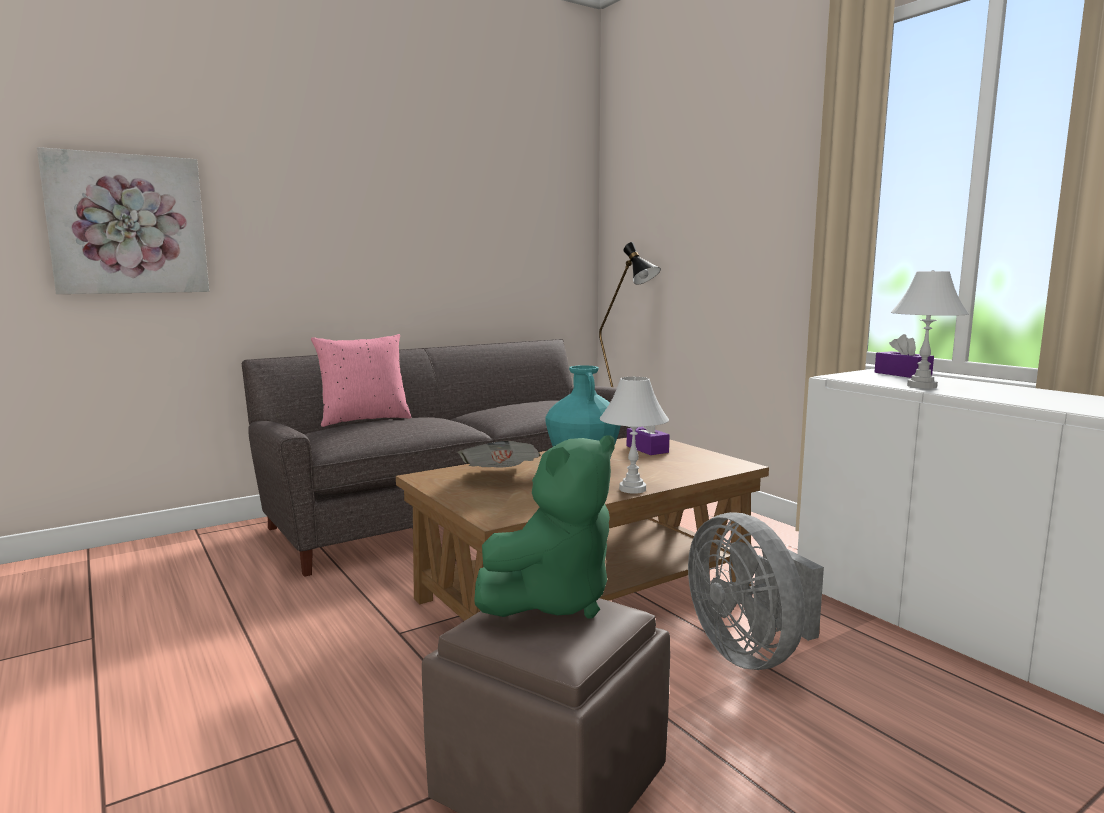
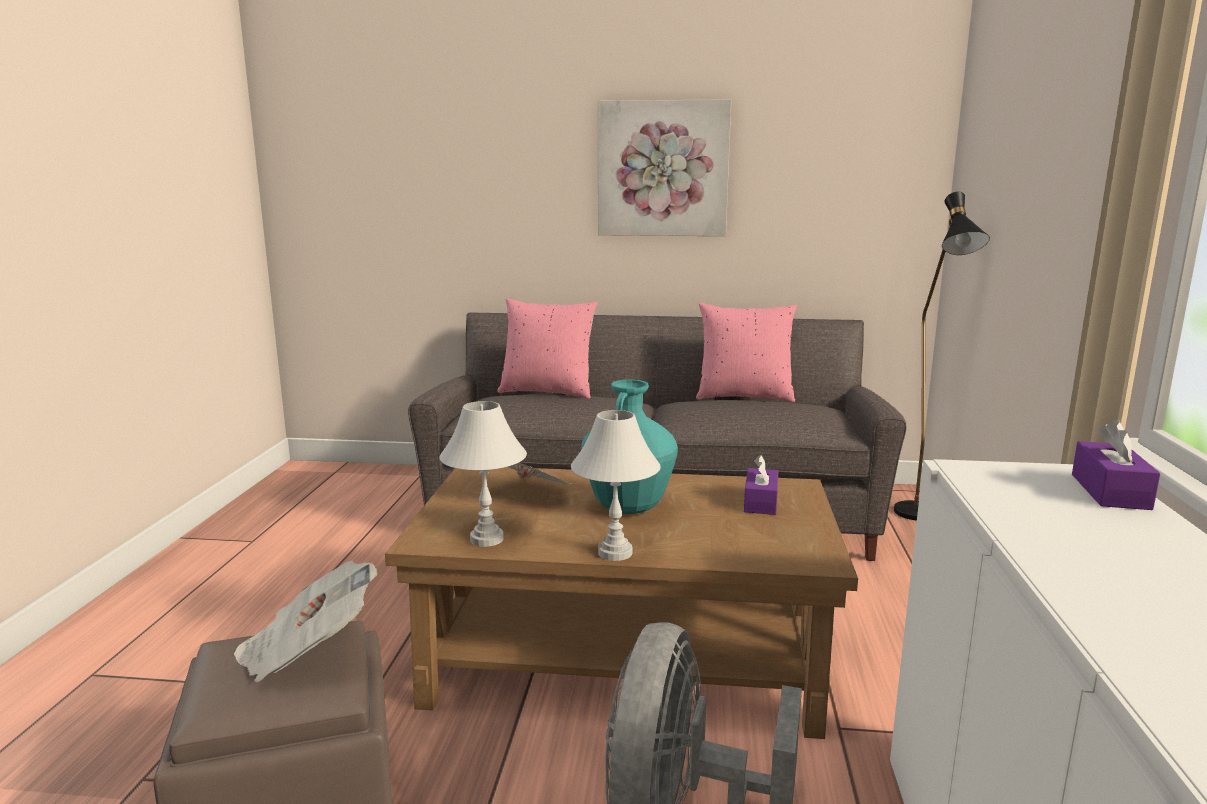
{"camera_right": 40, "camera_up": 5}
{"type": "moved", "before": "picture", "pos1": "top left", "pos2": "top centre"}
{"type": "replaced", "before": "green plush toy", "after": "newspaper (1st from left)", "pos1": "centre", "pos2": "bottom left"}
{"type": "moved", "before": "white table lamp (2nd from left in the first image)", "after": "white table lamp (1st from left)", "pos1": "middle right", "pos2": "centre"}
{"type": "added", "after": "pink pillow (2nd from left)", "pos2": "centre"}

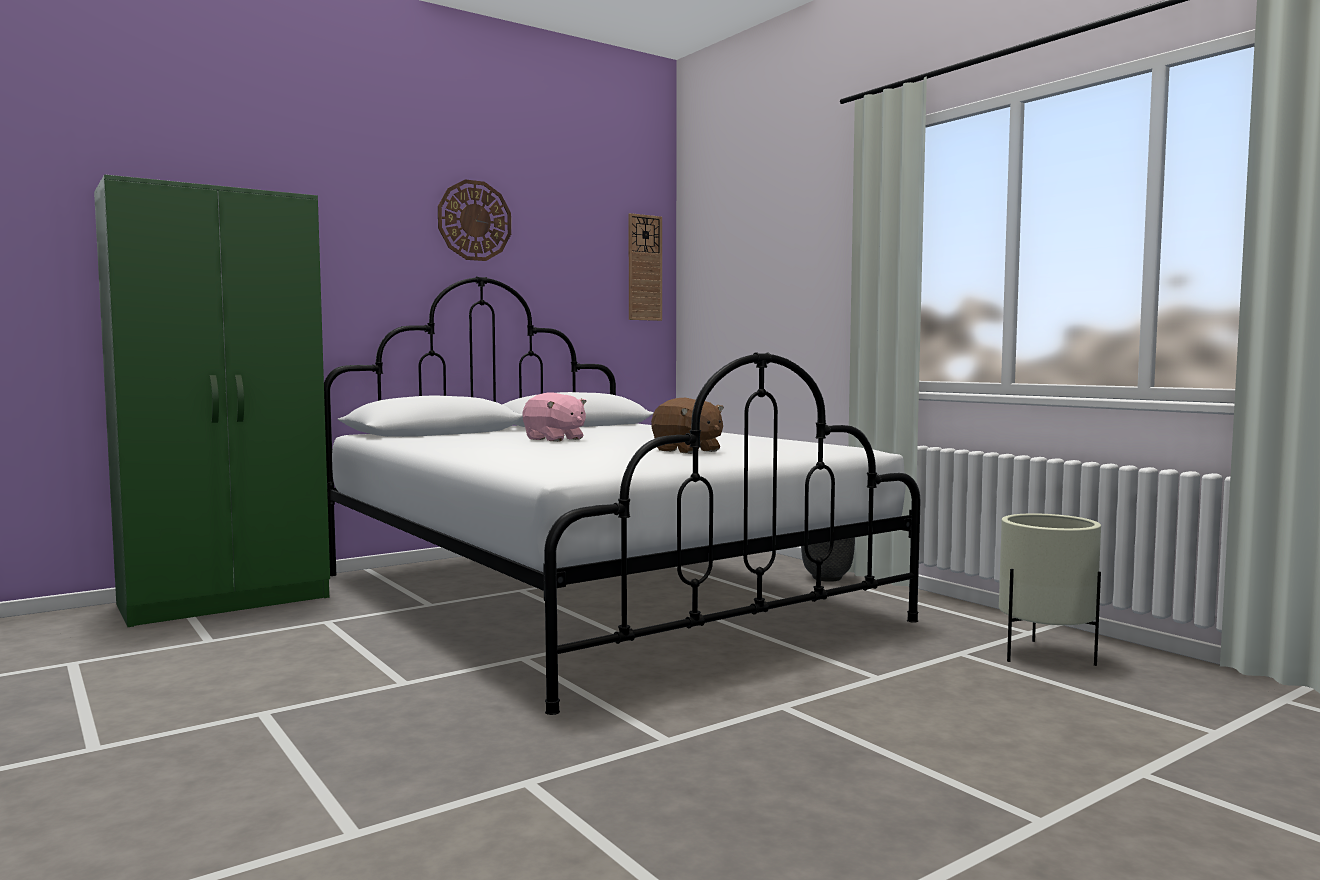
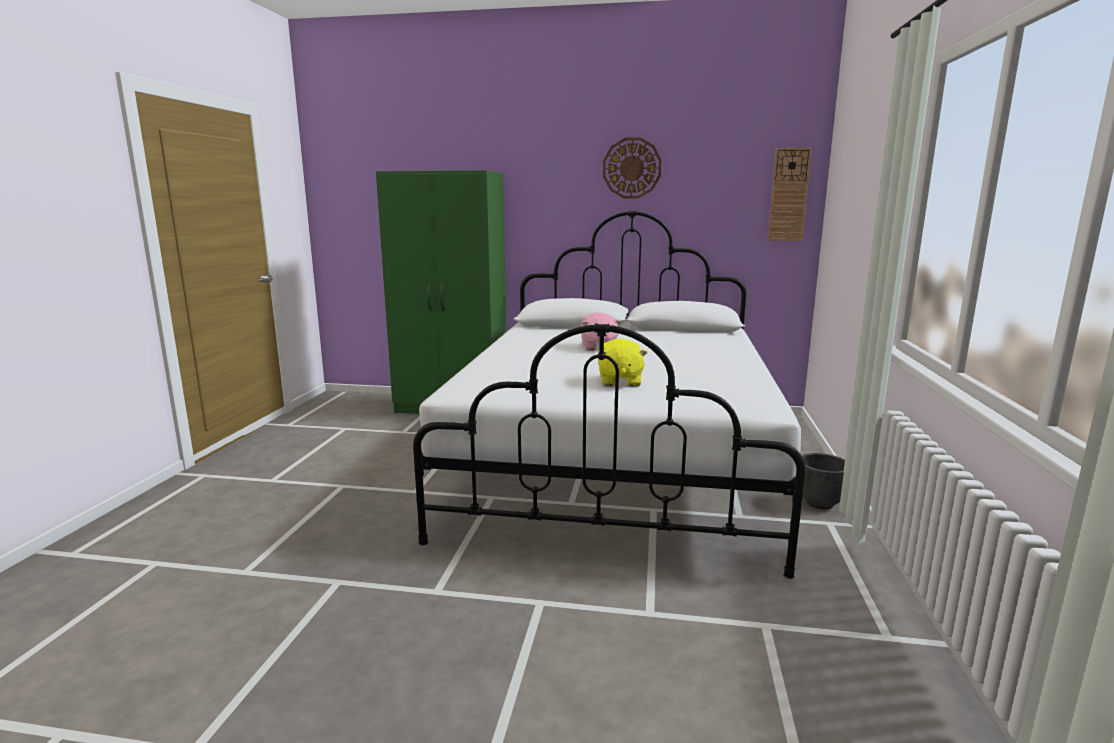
{"camera_right": 45, "camera_up": 10}
{"type": "recoloured", "before": "brown plush toy", "after": "yellow plush toy", "pos1": "centre", "pos2": "centre"}
{"type": "removed", "before": "beige planter", "pos1": "bottom right"}

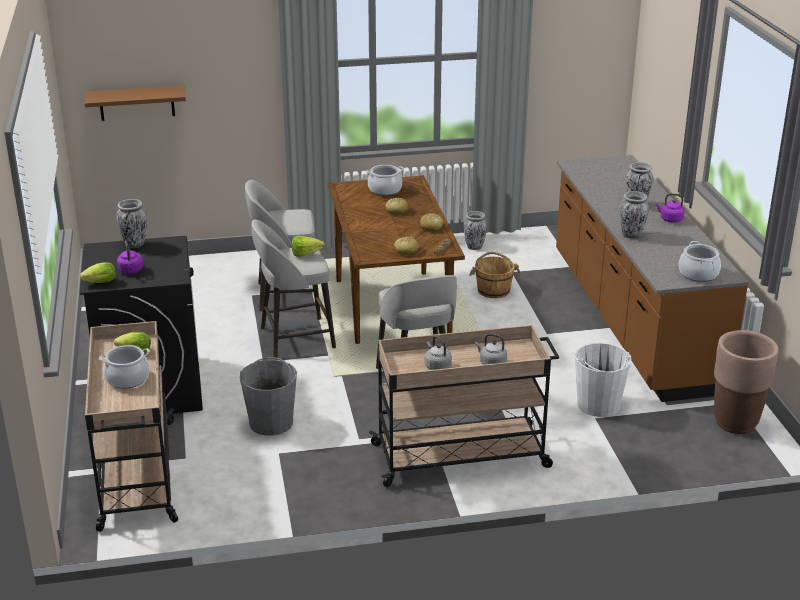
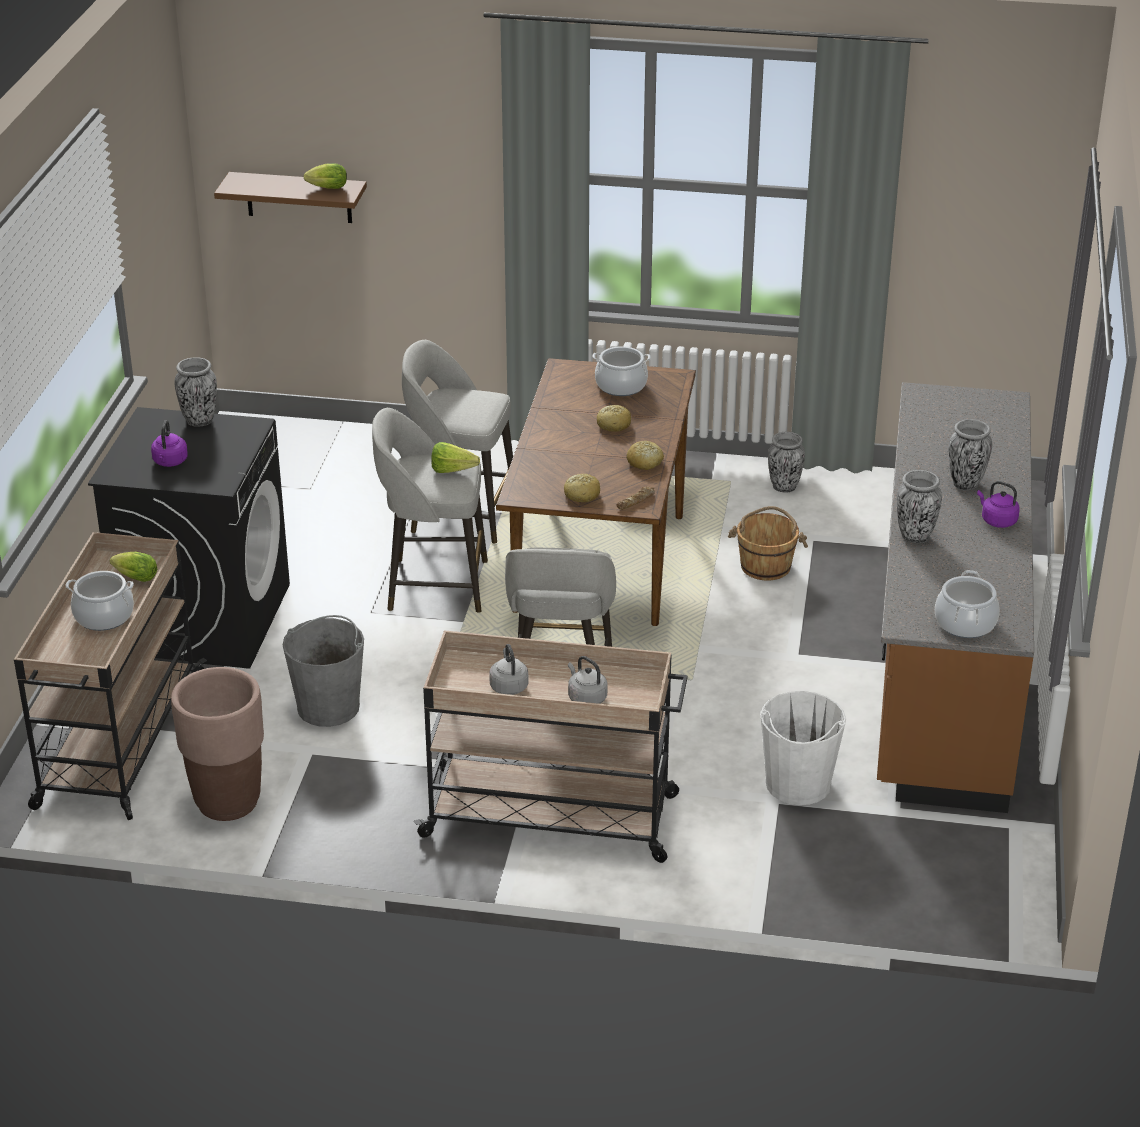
{"camera_right": 20, "camera_up": 5}
{"type": "moved", "before": "lettuce (1st from left in the first image)", "after": "lettuce (2nd from left)", "pos1": "middle left", "pos2": "top left"}
{"type": "moved", "before": "brown planter", "pos1": "middle right", "pos2": "middle left"}

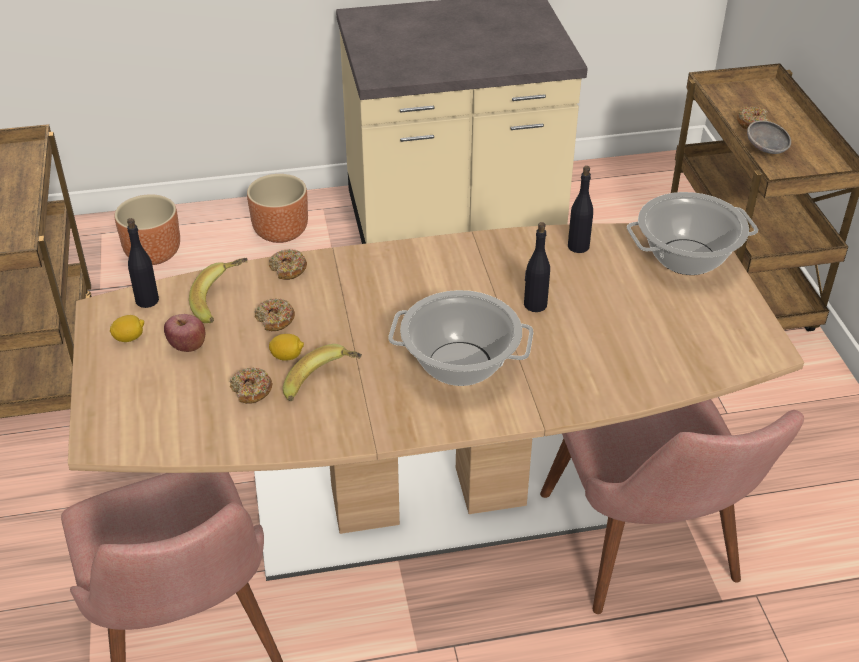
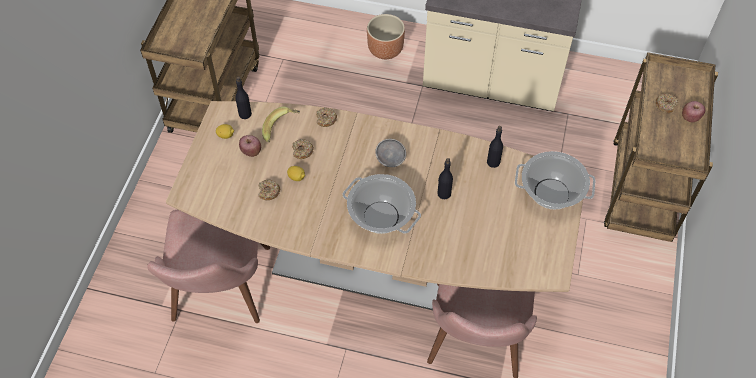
{"camera_right": 25, "camera_up": 15}
{"type": "removed", "before": "brown planter (1st from left)", "pos1": "middle left"}
{"type": "removed", "before": "banana (2nd from left)", "pos1": "centre"}
{"type": "moved", "before": "grey bowl", "pos1": "top right", "pos2": "centre"}
{"type": "added", "after": "apple (2nd from left)", "pos2": "top right"}

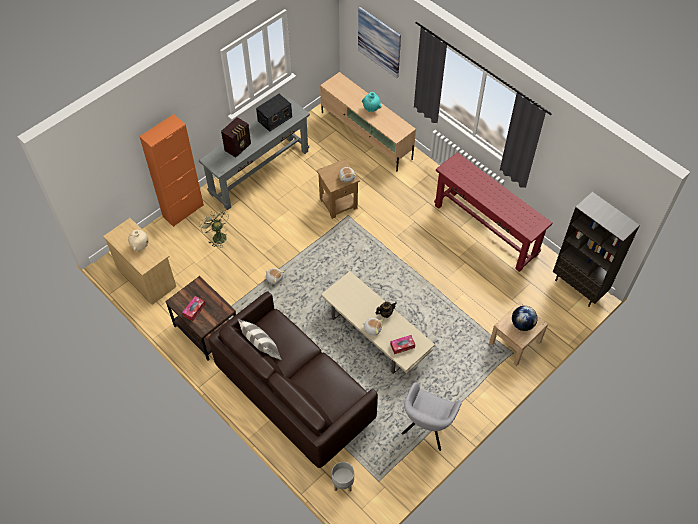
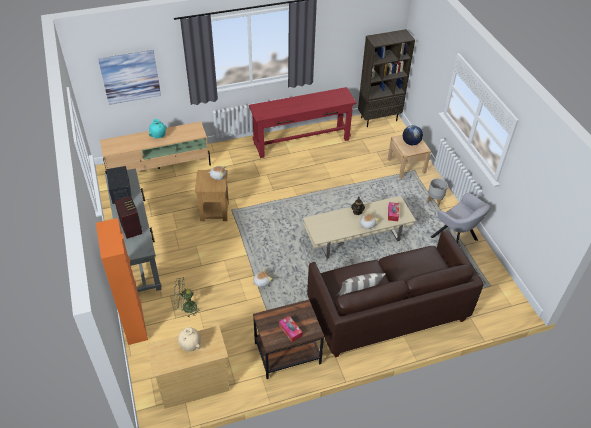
{"camera_right": -65, "camera_up": -10}
{"type": "moved", "before": "grey planter", "pos1": "bottom centre", "pos2": "middle right"}

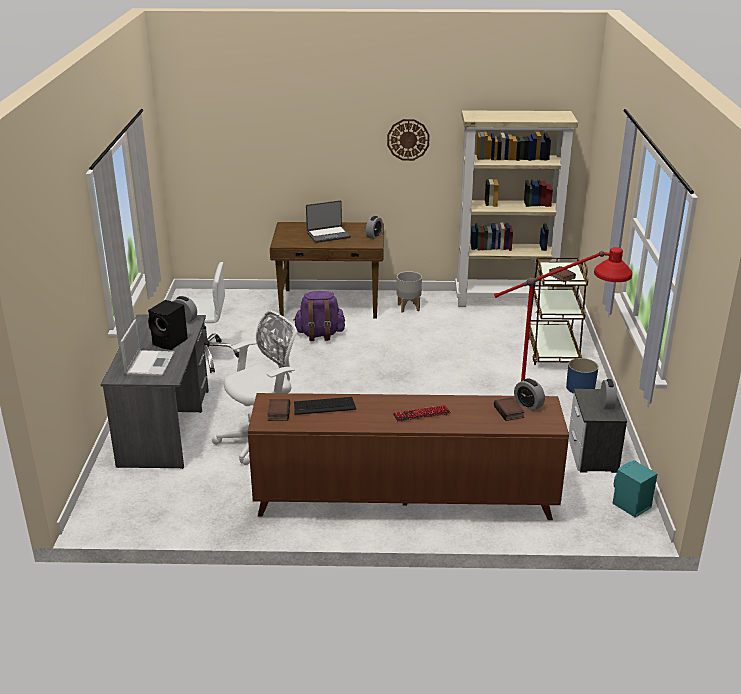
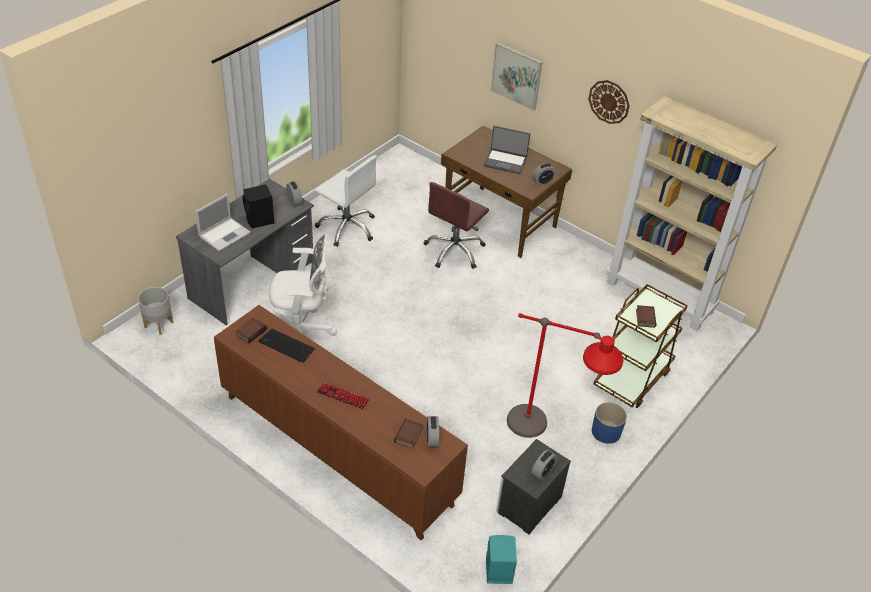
{"camera_right": 35, "camera_up": 15}
{"type": "replaced", "before": "purple backpack", "after": "brown office chair", "pos1": "centre", "pos2": "centre"}
{"type": "moved", "before": "grey planter", "pos1": "centre", "pos2": "middle left"}
{"type": "added", "after": "picture", "pos2": "top centre"}

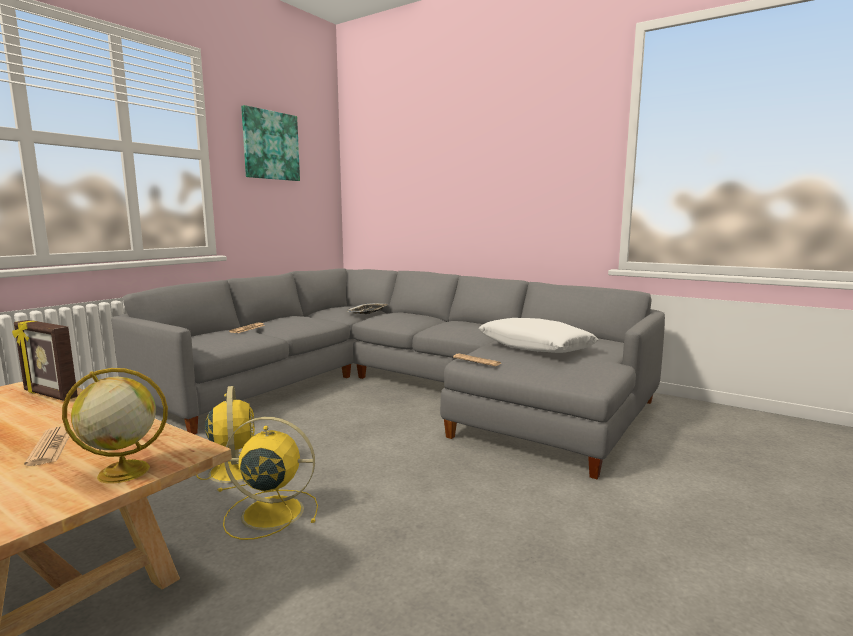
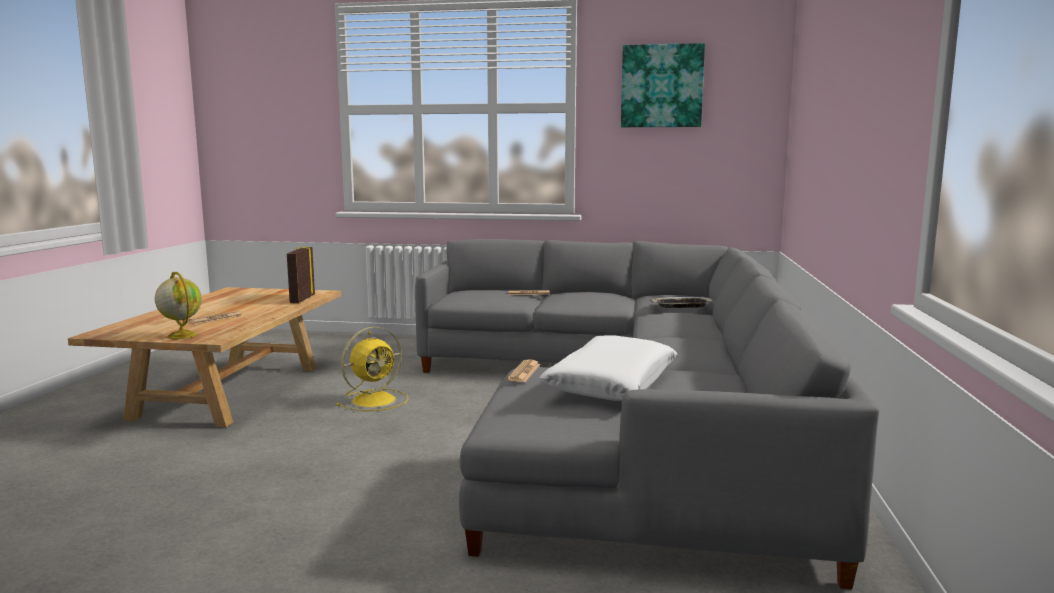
{"camera_right": 65, "camera_up": 0}
{"type": "removed", "before": "yellow fan (2nd from left)", "pos1": "bottom left"}

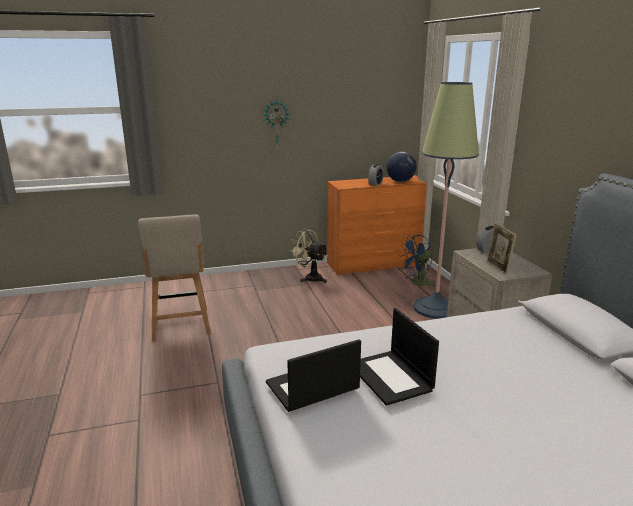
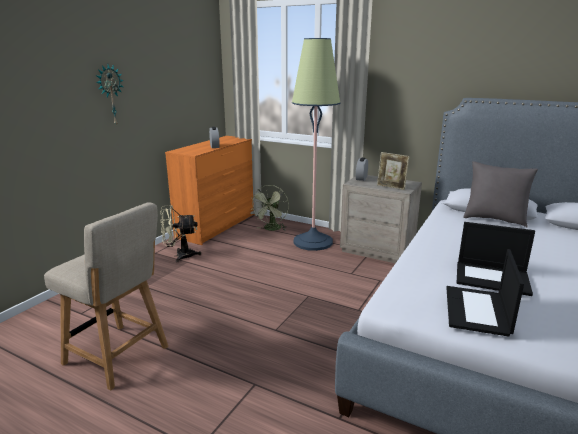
{"camera_right": -45, "camera_up": 0}
{"type": "removed", "before": "globe", "pos1": "top centre"}
{"type": "recoloured", "before": "blue fan", "after": "green fan", "pos1": "centre", "pos2": "centre"}
{"type": "added", "after": "grey pillow", "pos2": "middle right"}

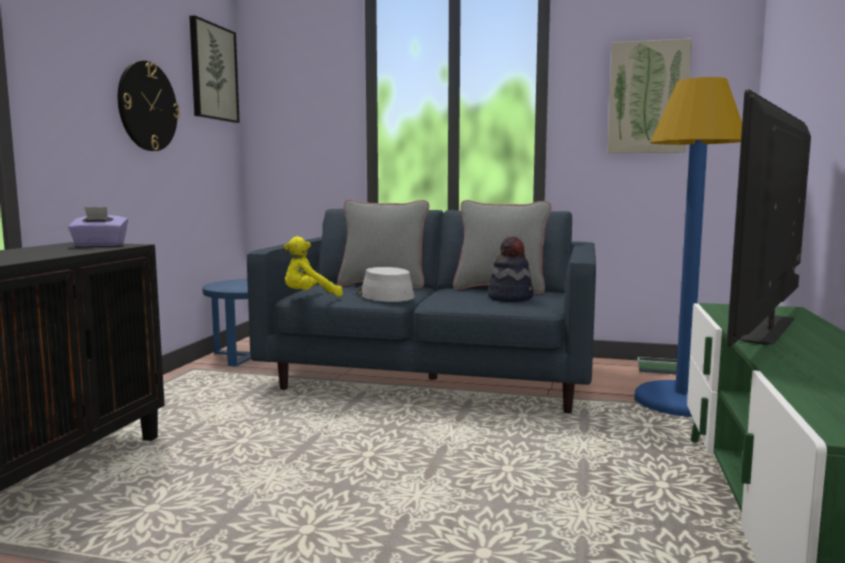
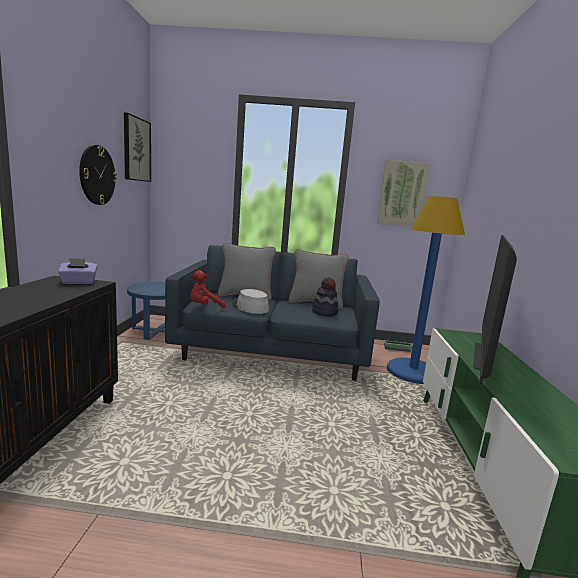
{"camera_right": -10, "camera_up": 5}
{"type": "recoloured", "before": "yellow plush toy", "after": "red plush toy", "pos1": "centre", "pos2": "centre"}

